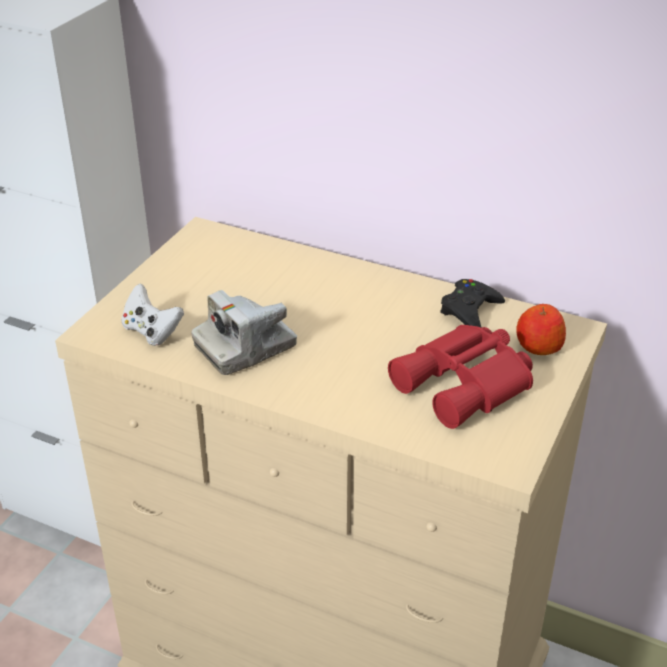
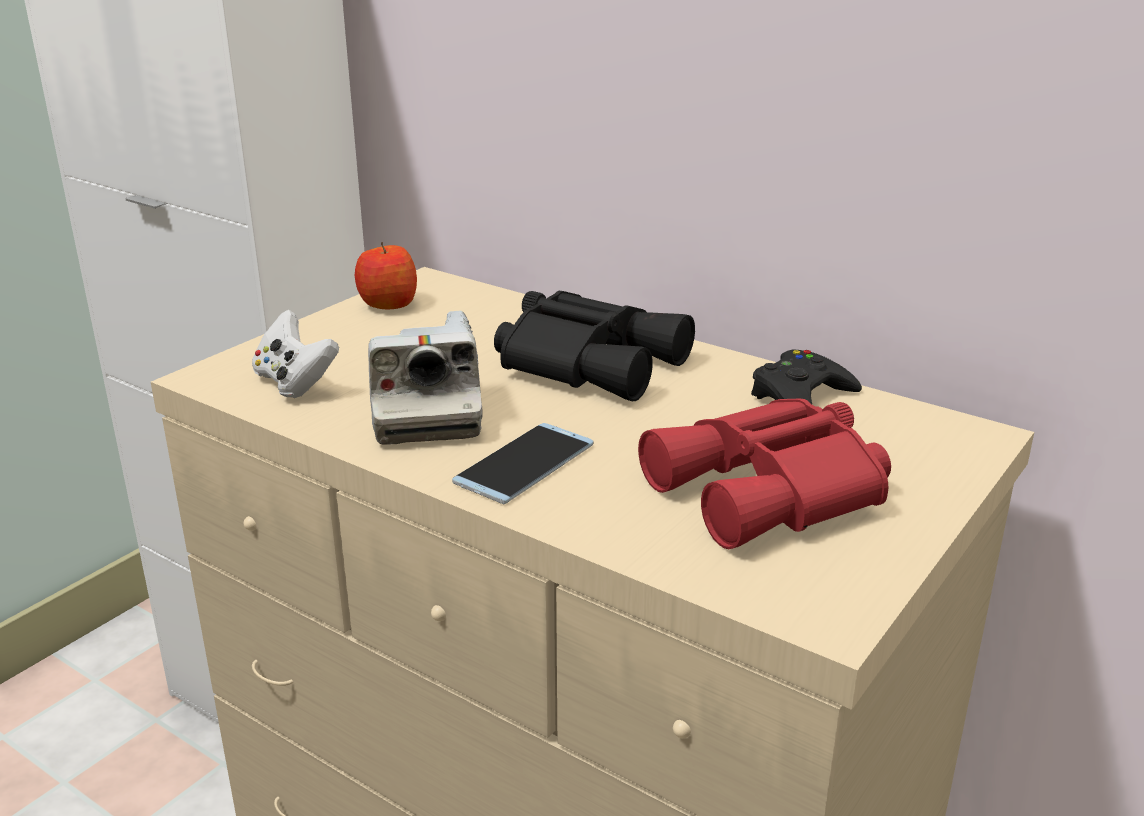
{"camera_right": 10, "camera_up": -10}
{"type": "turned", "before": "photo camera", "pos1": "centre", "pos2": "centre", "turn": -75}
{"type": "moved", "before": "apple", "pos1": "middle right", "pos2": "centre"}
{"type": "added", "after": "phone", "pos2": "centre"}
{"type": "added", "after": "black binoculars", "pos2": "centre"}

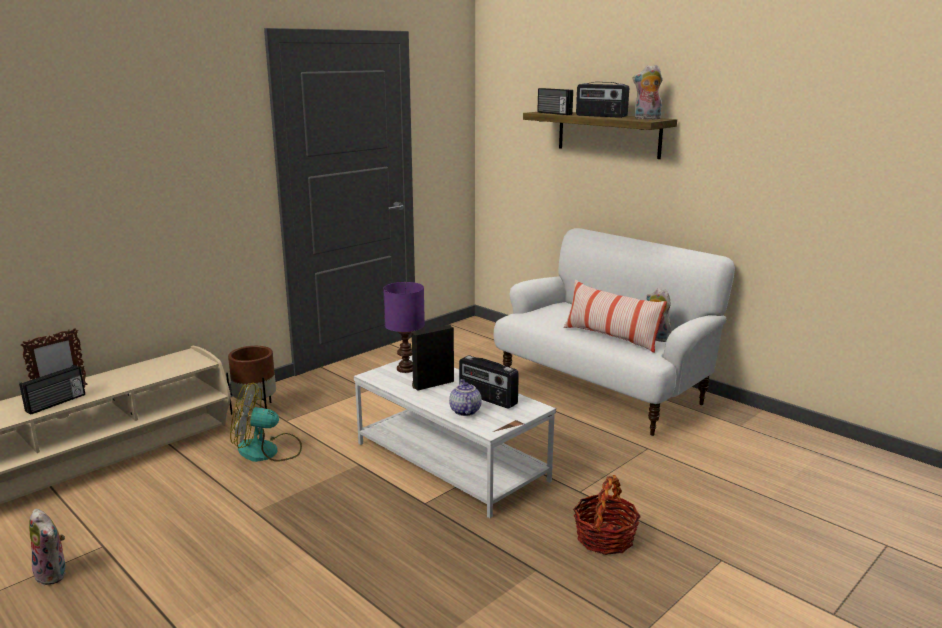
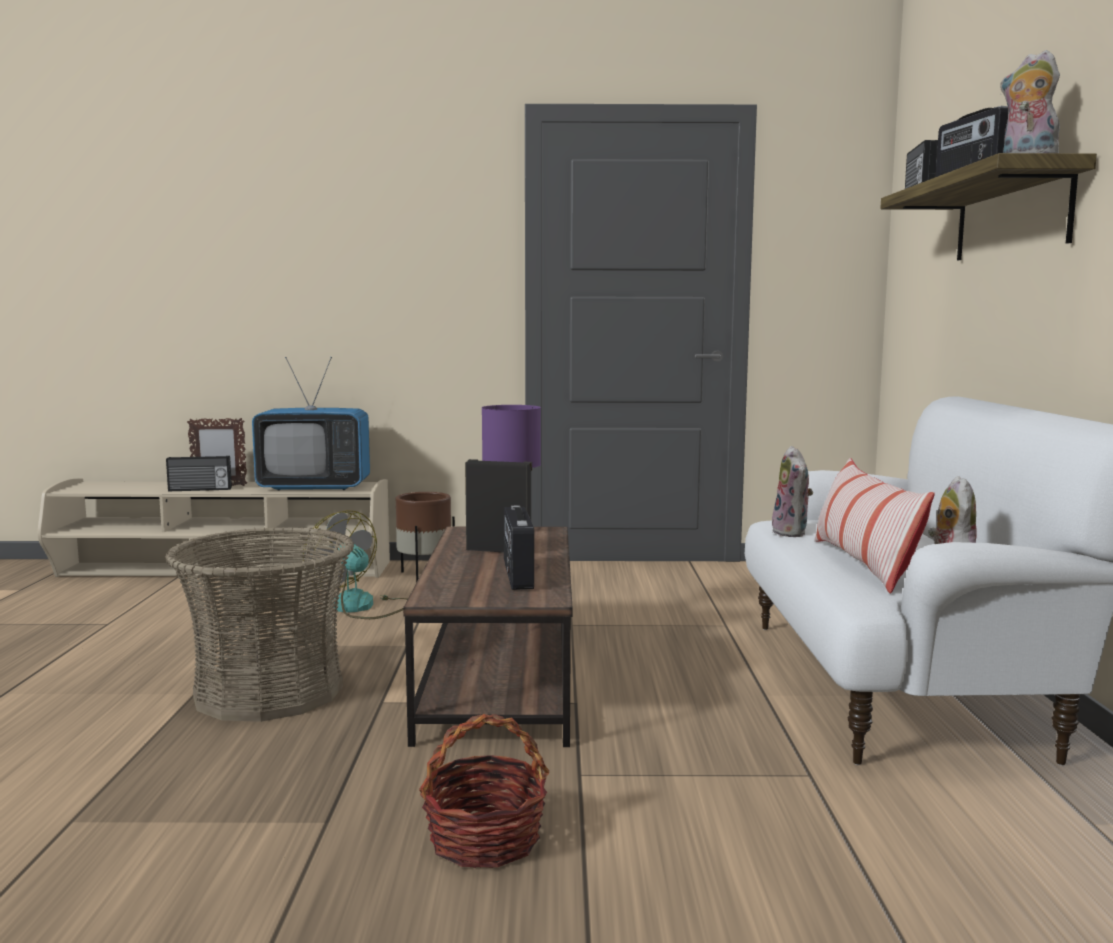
{"camera_right": 45, "camera_up": -10}
{"type": "moved", "before": "plush toy (1st from left)", "pos1": "bottom left", "pos2": "middle right"}
{"type": "recoloured", "before": "white coffee table", "after": "brown coffee table", "pos1": "bottom centre", "pos2": "bottom centre"}
{"type": "removed", "before": "teapot", "pos1": "centre"}
{"type": "added", "after": "basket (1st from left)", "pos2": "middle left"}
{"type": "added", "after": "television", "pos2": "middle left"}

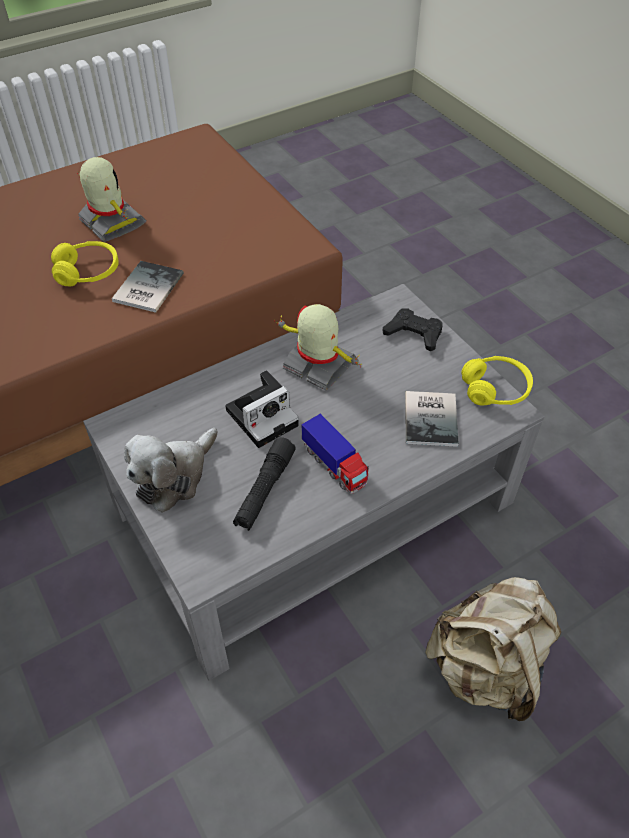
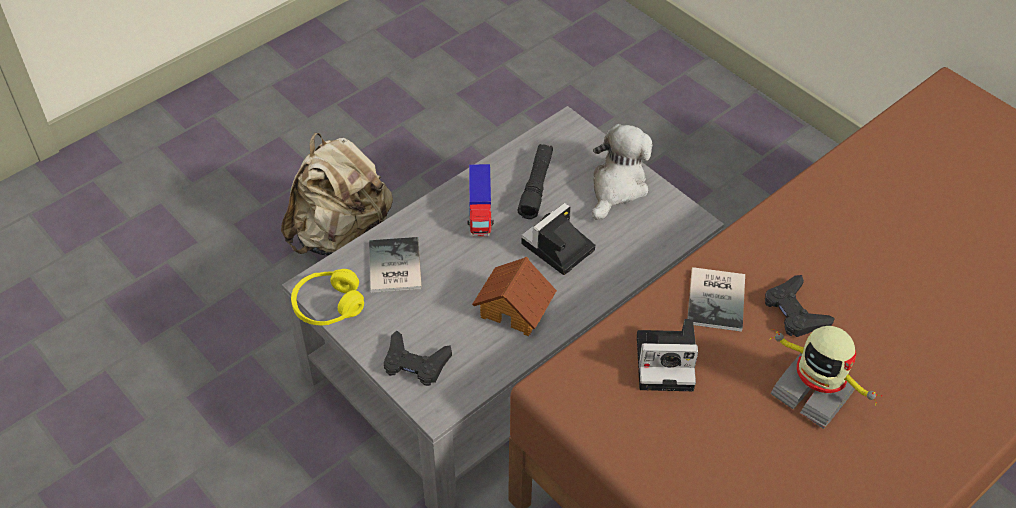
{"camera_right": 170, "camera_up": 0}
{"type": "replaced", "before": "yellow headphones (1st from left)", "after": "black game controller (2nd from left)", "pos1": "top left", "pos2": "middle right"}
{"type": "replaced", "before": "toy robot (2nd from left)", "after": "toy house", "pos1": "centre", "pos2": "centre"}
{"type": "turned", "before": "toy truck", "pos1": "centre", "pos2": "centre", "turn": -135}
{"type": "added", "after": "photo camera (2nd from left)", "pos2": "bottom centre"}

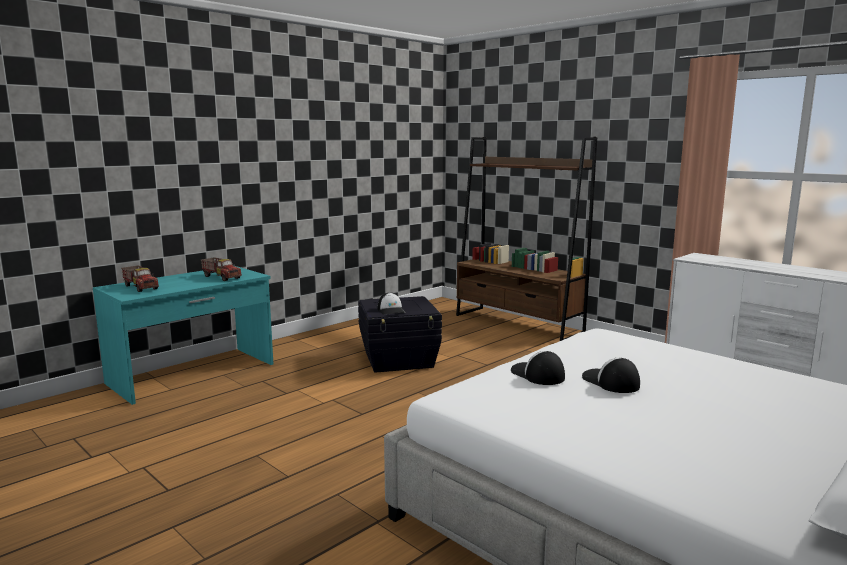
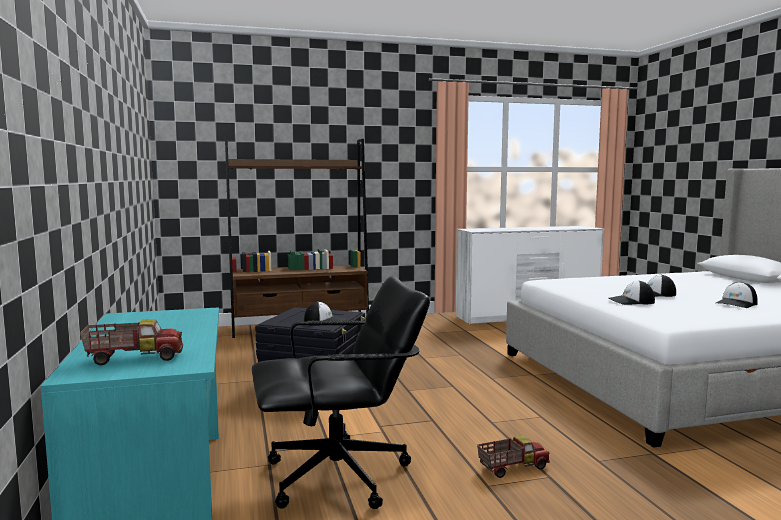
{"camera_right": -60, "camera_up": -5}
{"type": "moved", "before": "toy truck (2nd from left)", "pos1": "middle left", "pos2": "bottom centre"}
{"type": "added", "after": "black office chair", "pos2": "bottom centre"}
{"type": "added", "after": "cap (4th from left)", "pos2": "middle right"}

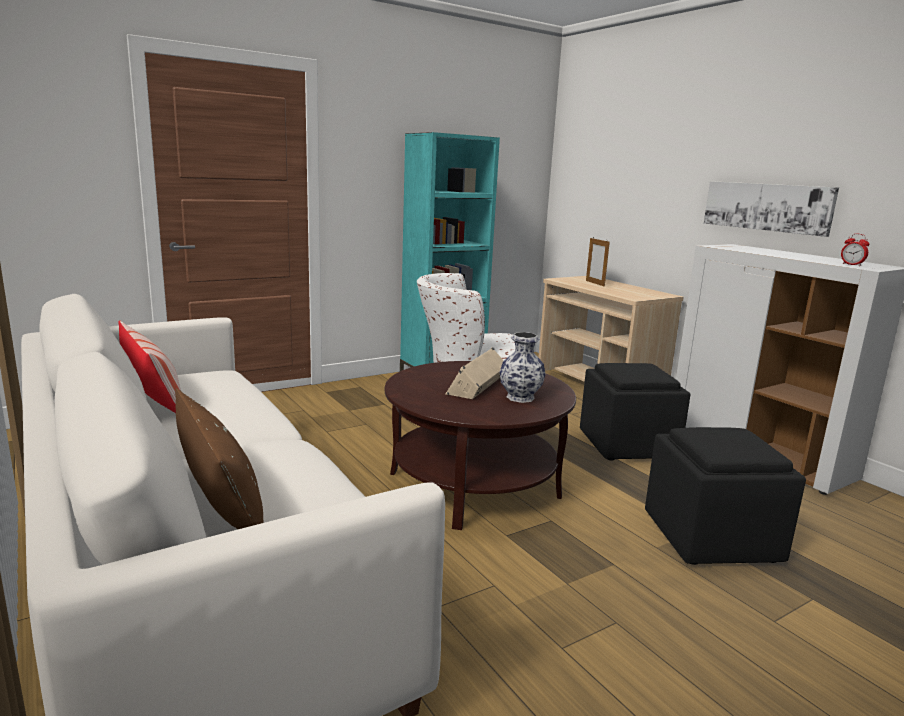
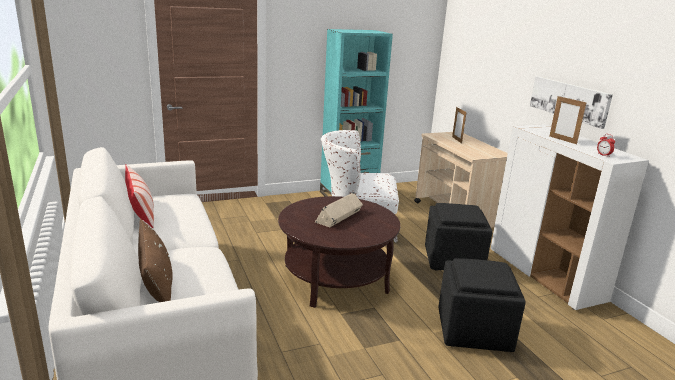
{"camera_right": 10, "camera_up": 5}
{"type": "removed", "before": "vase", "pos1": "centre"}
{"type": "added", "after": "picture frame (2nd from left)", "pos2": "top right"}

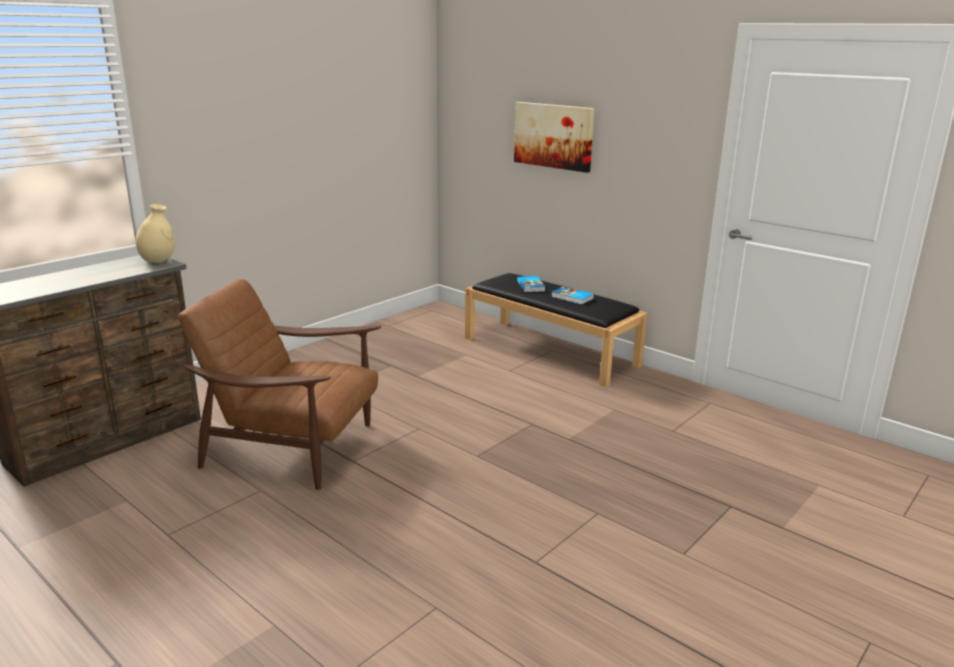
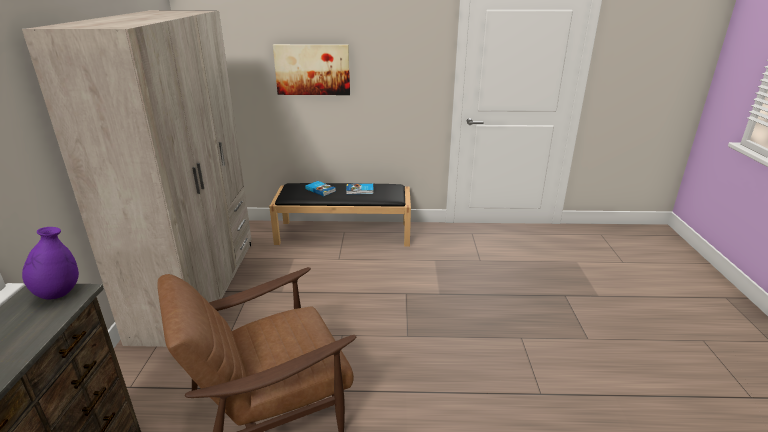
{"camera_right": -40, "camera_up": 5}
{"type": "recoloured", "before": "beige vase", "after": "purple vase", "pos1": "middle left", "pos2": "middle left"}
{"type": "added", "after": "beige wardrobe", "pos2": "middle left"}

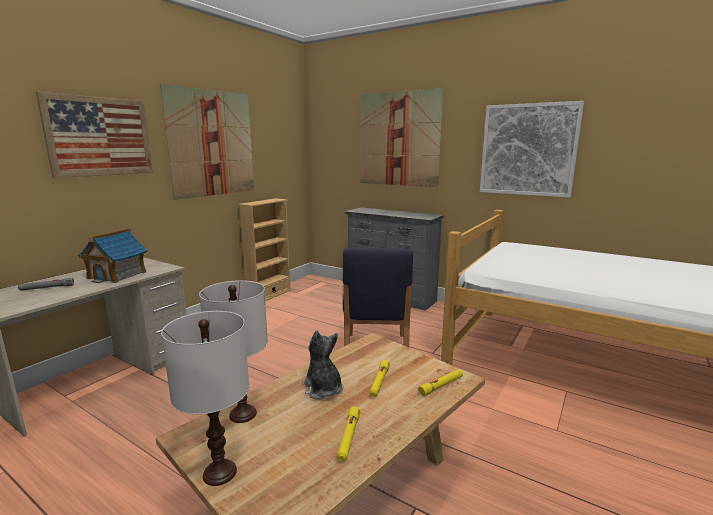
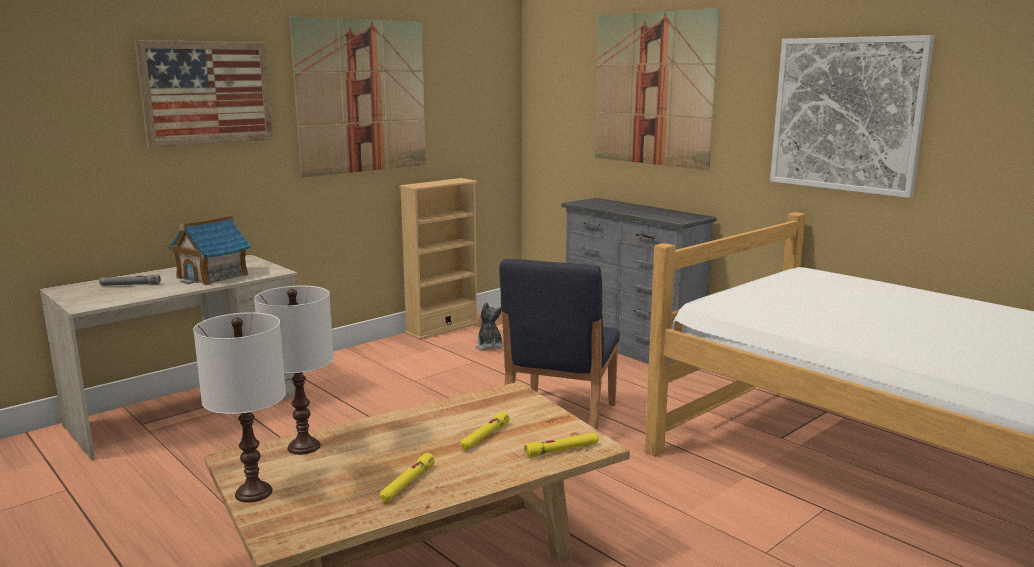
{"camera_right": 15, "camera_up": 0}
{"type": "moved", "before": "plush toy", "pos1": "bottom centre", "pos2": "centre"}

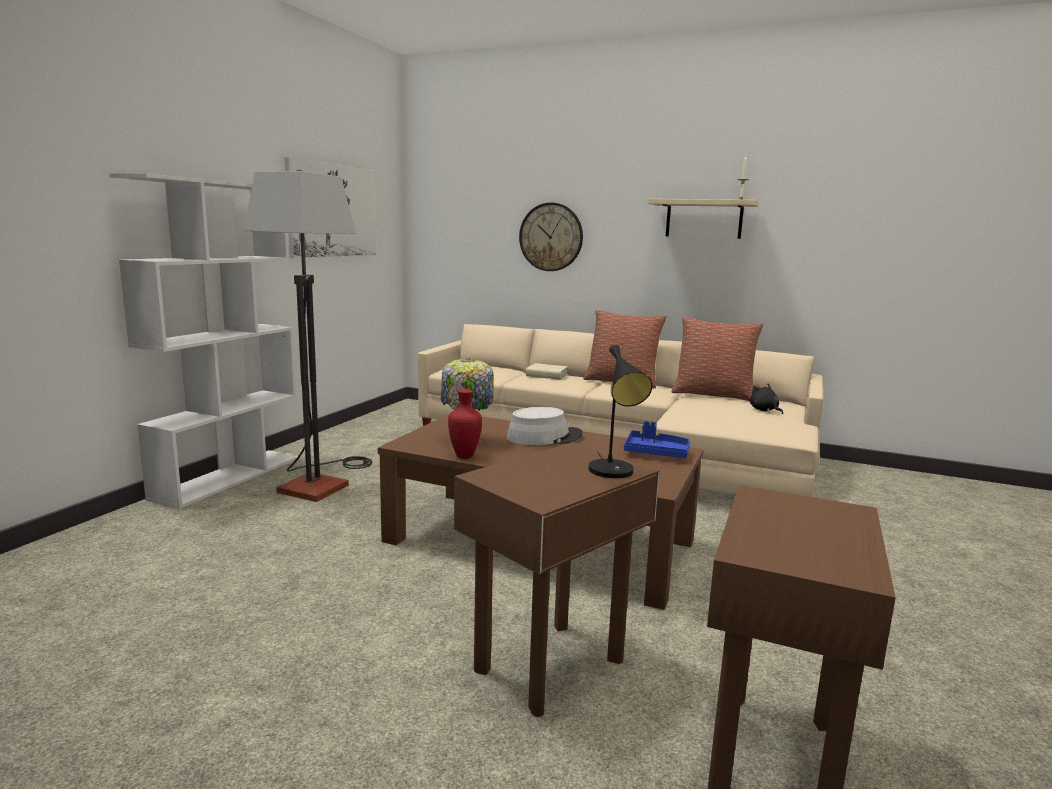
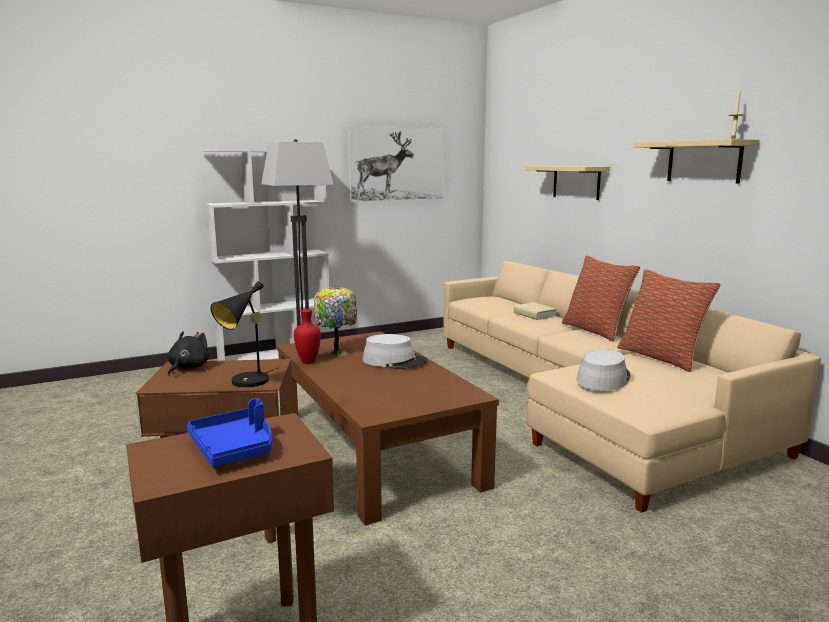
{"camera_right": 40, "camera_up": 0}
{"type": "replaced", "before": "wall clock", "after": "beige shelf (1st from left)", "pos1": "top centre", "pos2": "top right"}
{"type": "moved", "before": "blue tray", "pos1": "centre", "pos2": "bottom left"}
{"type": "moved", "before": "black plush toy", "pos1": "middle right", "pos2": "middle left"}
{"type": "added", "after": "grey hat (2nd from left)", "pos2": "middle right"}

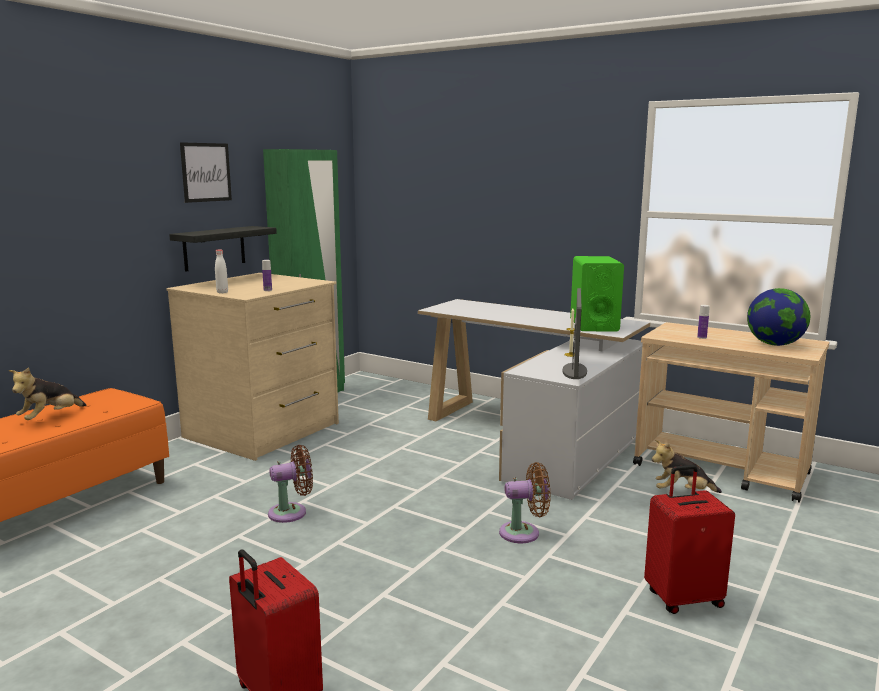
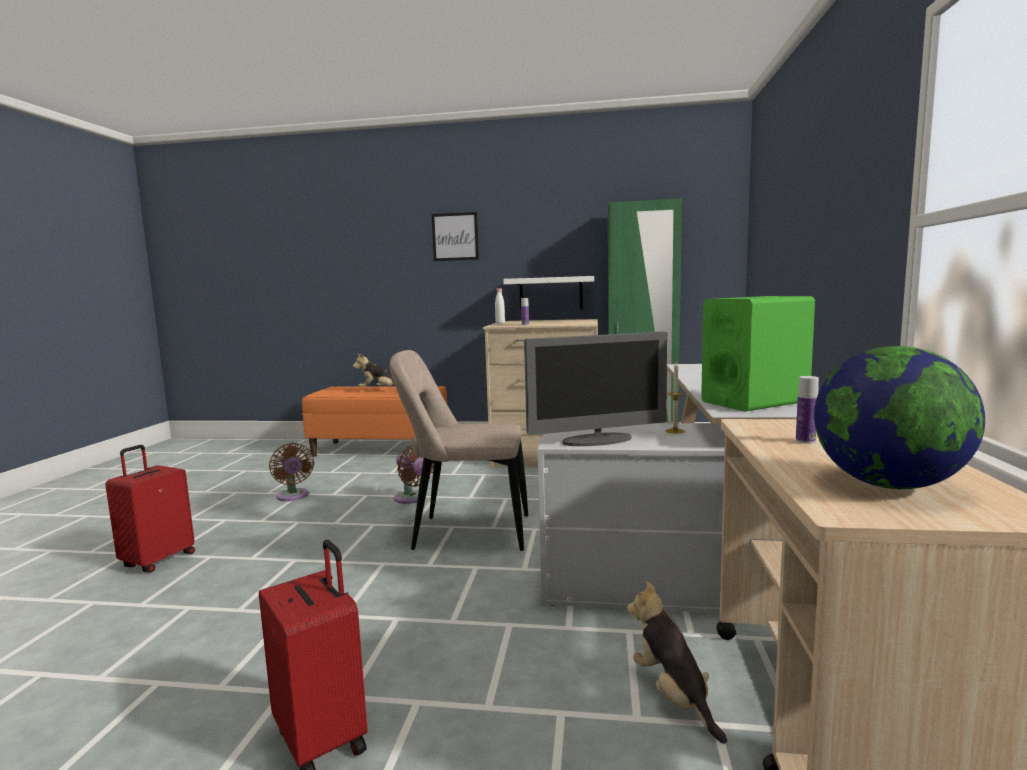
{"camera_right": 65, "camera_up": -5}
{"type": "recoloured", "before": "black shelf", "after": "white shelf", "pos1": "middle left", "pos2": "centre"}
{"type": "moved", "before": "picture", "pos1": "top left", "pos2": "top centre"}
{"type": "moved", "before": "brown fan (2nd from left in the first image)", "after": "brown fan (1st from left)", "pos1": "bottom centre", "pos2": "middle left"}
{"type": "added", "after": "beige chair", "pos2": "centre"}

